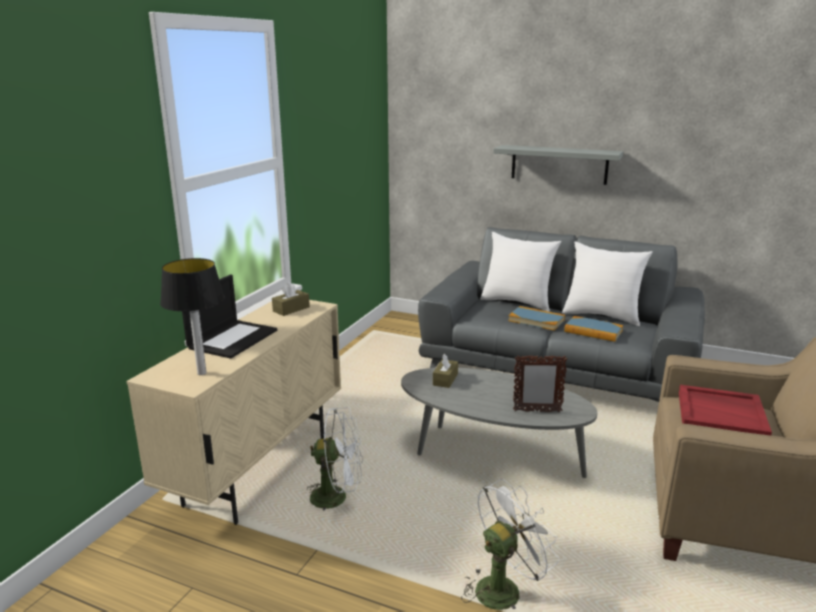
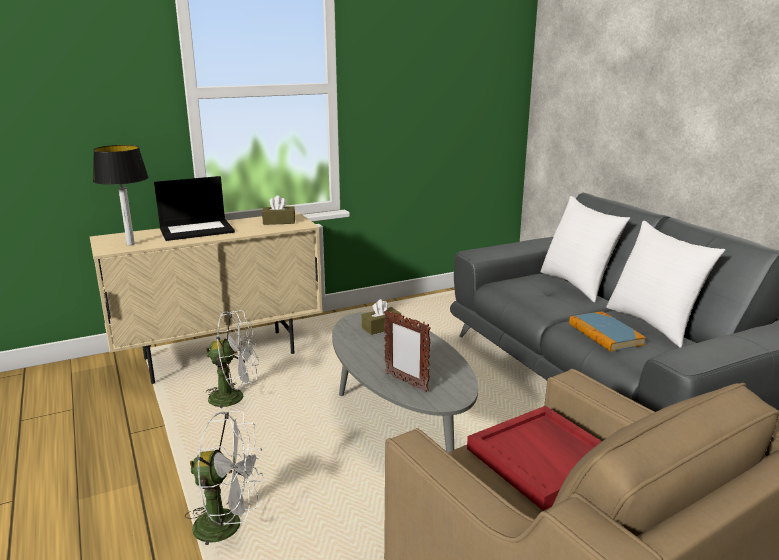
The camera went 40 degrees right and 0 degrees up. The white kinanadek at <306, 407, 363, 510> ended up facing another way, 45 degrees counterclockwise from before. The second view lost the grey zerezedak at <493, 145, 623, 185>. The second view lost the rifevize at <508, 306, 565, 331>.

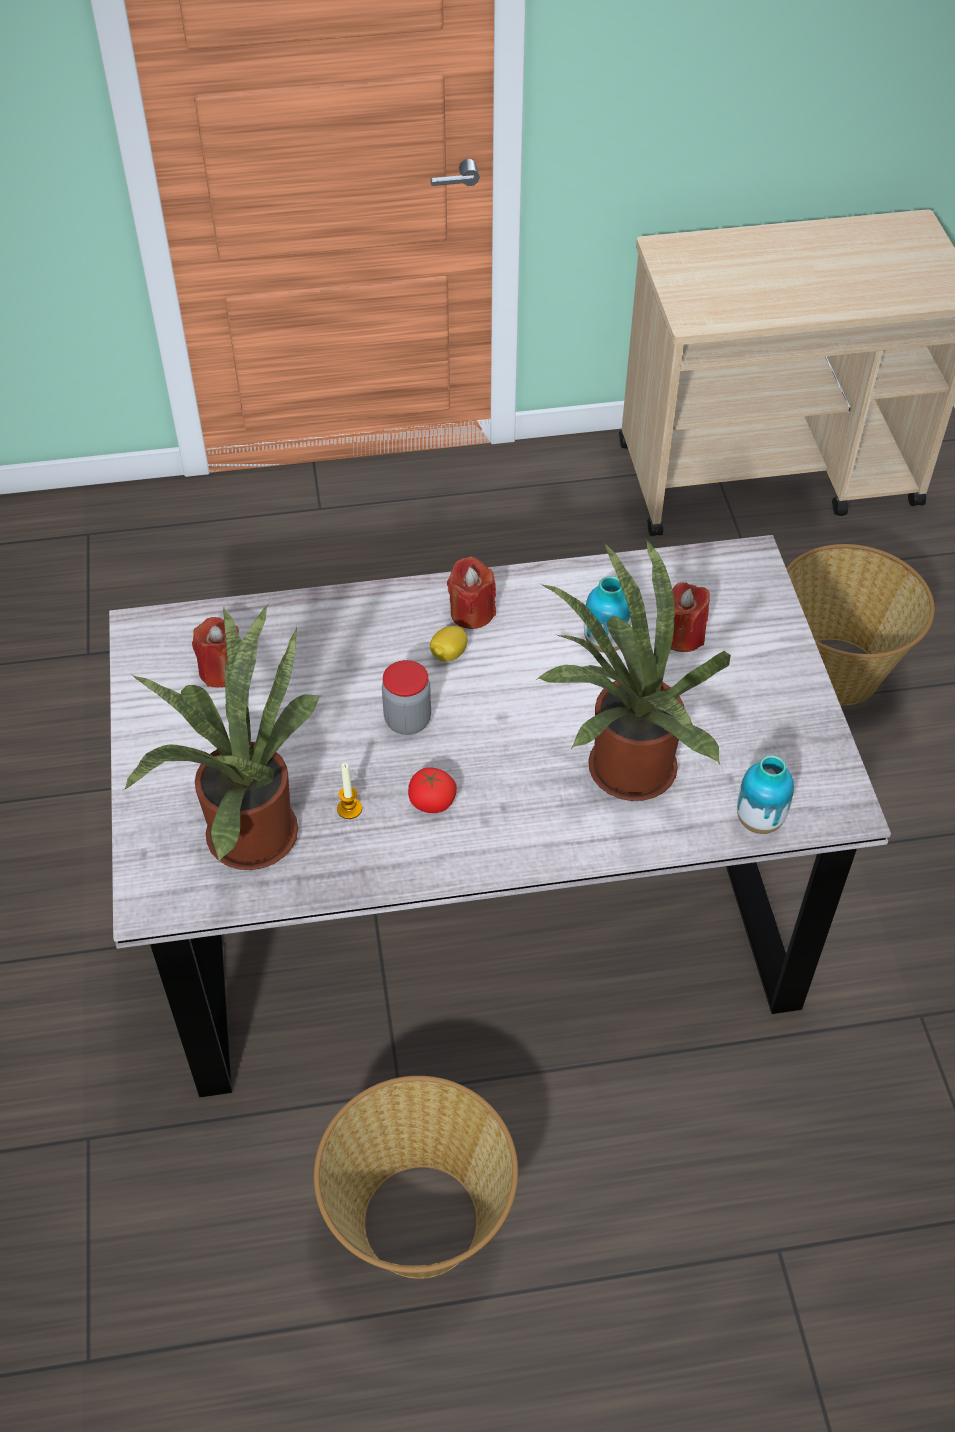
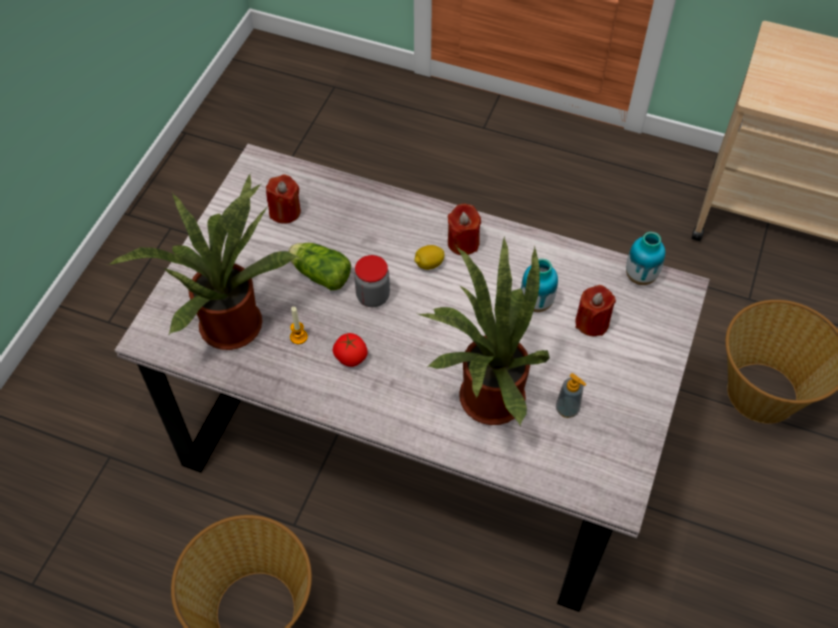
The camera went 30 degrees right and 5 degrees up. The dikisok ended up elsewhere, having gone from <737, 755, 794, 834> to <626, 232, 665, 285>. The second view gained the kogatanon at <288, 243, 351, 290>. The second view gained the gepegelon at <556, 373, 587, 418>.

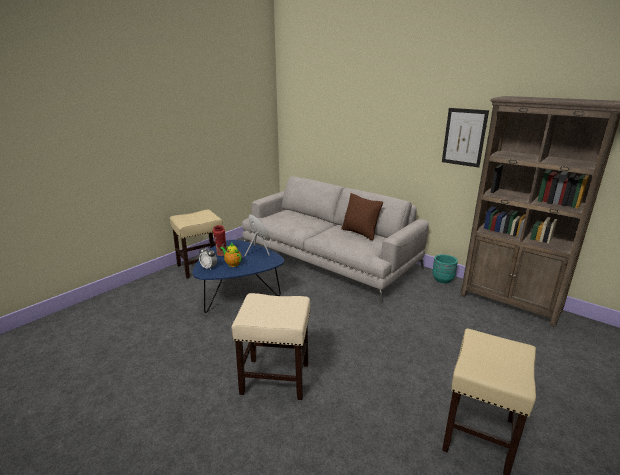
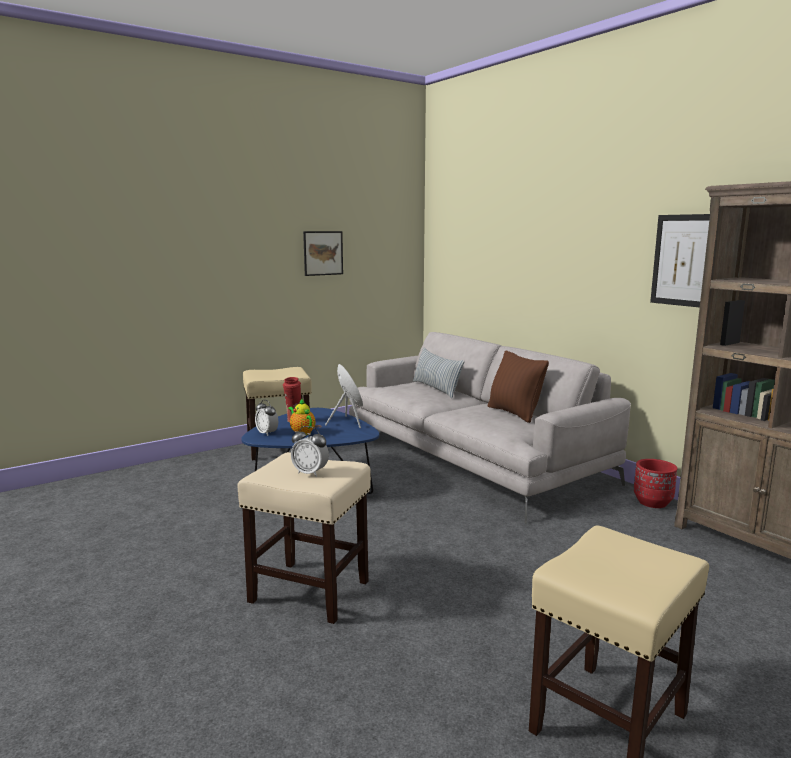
The camera went 15 degrees right and 10 degrees down. What was the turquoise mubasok at <432, 254, 458, 284> turned into the red mubasok at <634, 459, 677, 508>. The second view gained the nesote at <291, 426, 329, 477>. The second view gained the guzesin at <303, 231, 343, 276>. The second view gained the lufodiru at <413, 347, 465, 398>.

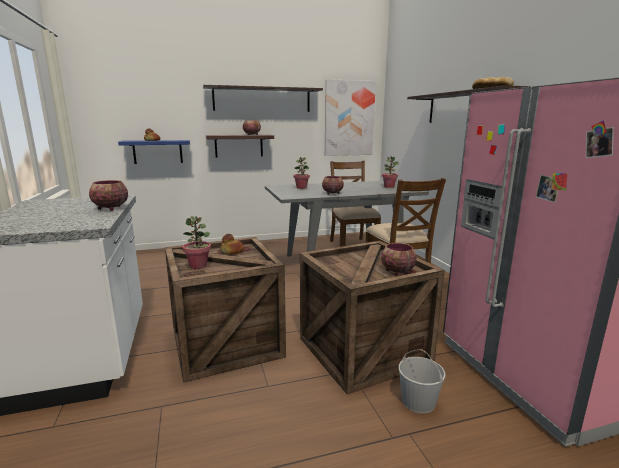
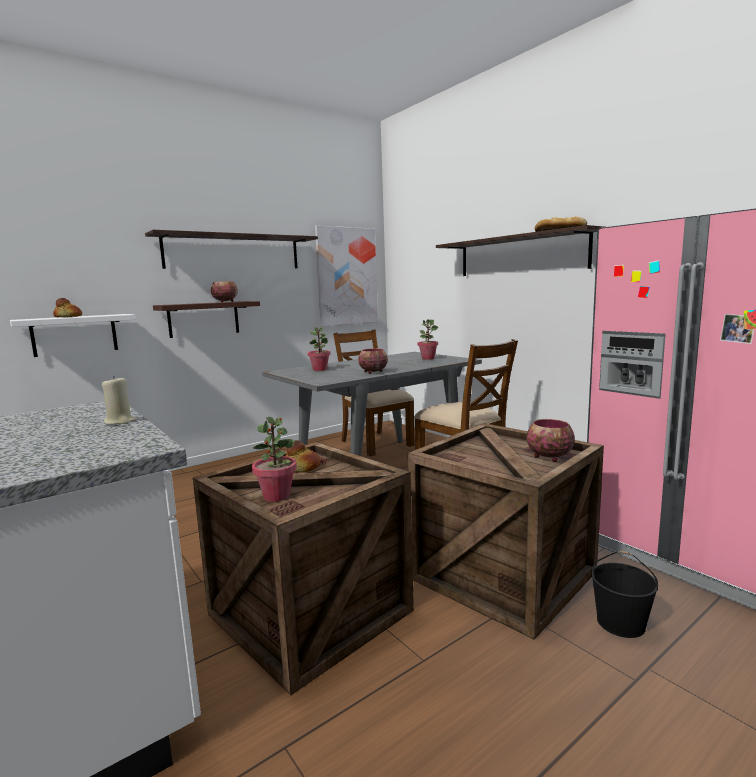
The camera went 20 degrees left and 5 degrees down. Where the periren stood at <89, 180, 128, 211>, the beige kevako came to stand at <102, 376, 137, 424>. What was the blue zerezedak at <118, 140, 190, 164> turned into the white zerezedak at <10, 314, 136, 357>. What was the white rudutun at <398, 349, 446, 413> turned into the black rudutun at <591, 551, 658, 638>.

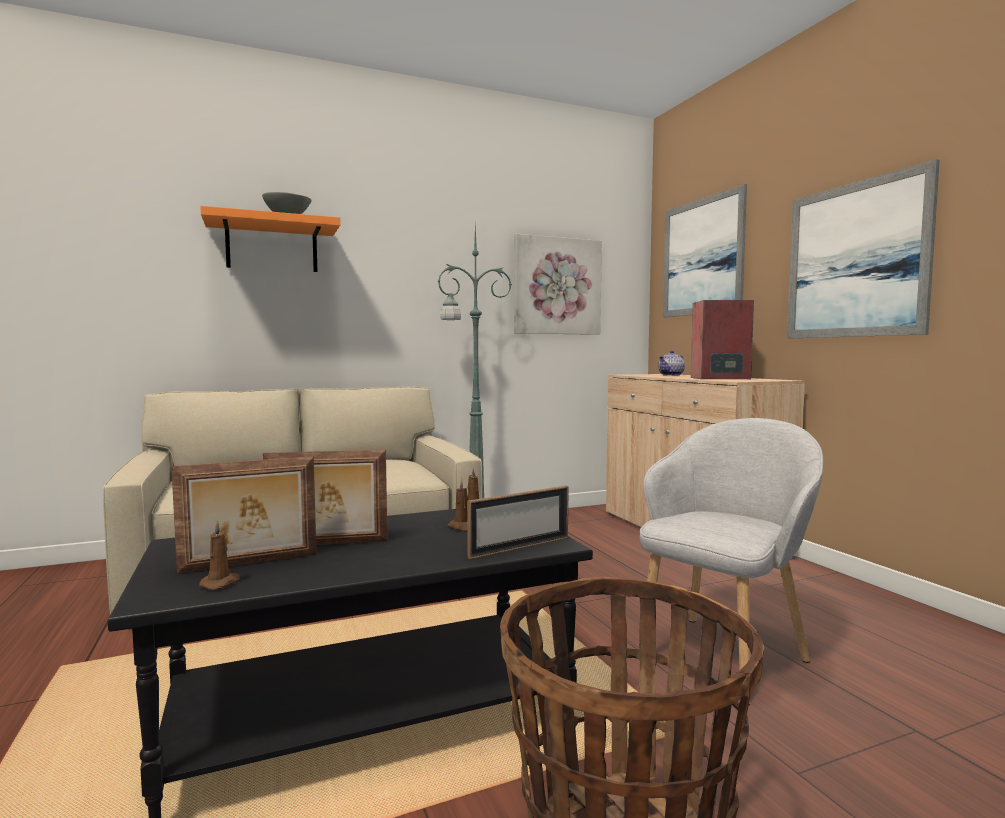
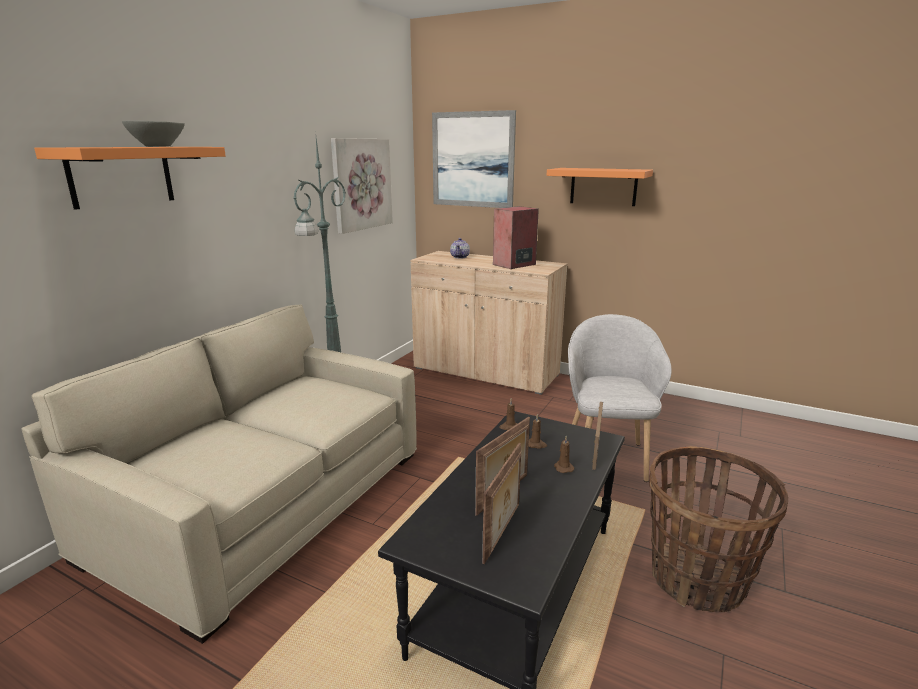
The camera went 40 degrees left and 15 degrees up. The brown kevako ended up elsewhere, having gone from <199, 520, 241, 590> to <554, 436, 574, 473>. Where the guzesin hung at <787, 159, 940, 339>, the orange zerezedak came to hang at <547, 168, 653, 206>.

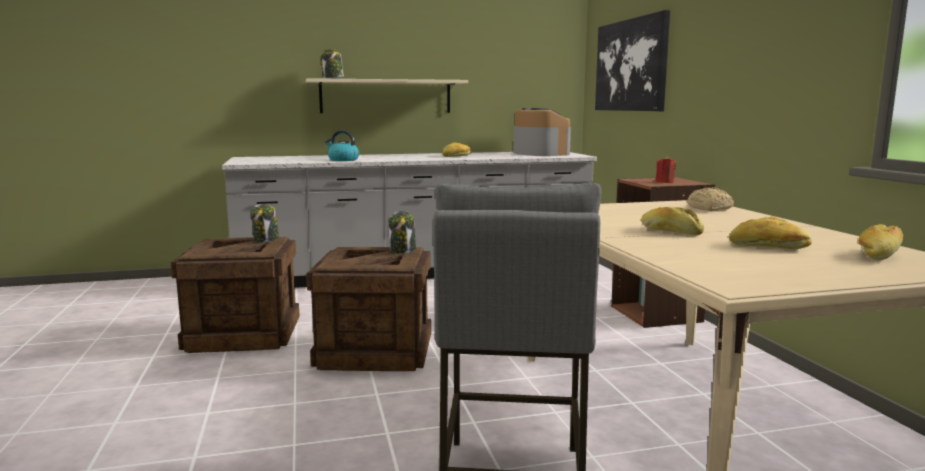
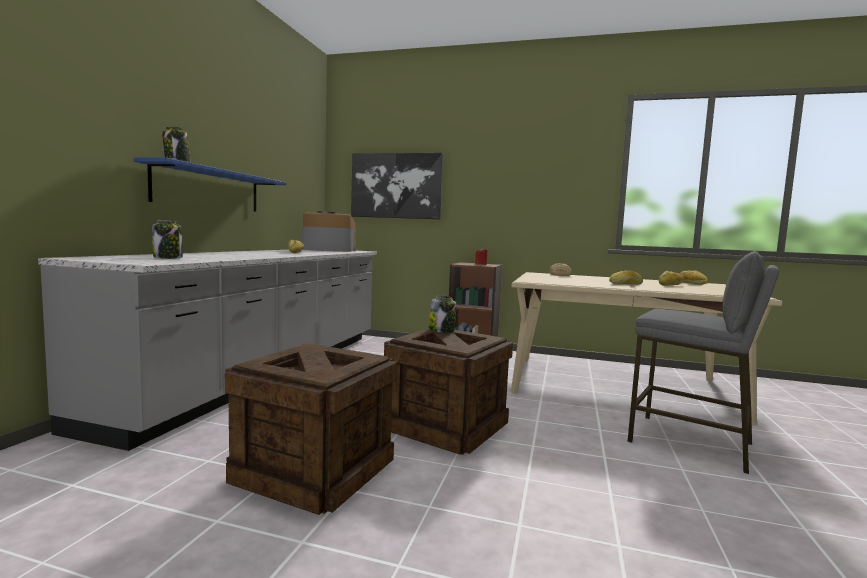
The camera went 60 degrees left and 5 degrees down. The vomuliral ended up elsewhere, having gone from <251, 203, 279, 243> to <152, 220, 183, 259>. What was the beige zerezedak at <306, 78, 468, 113> turned into the blue zerezedak at <134, 157, 286, 212>. The second view lost the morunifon at <325, 130, 359, 161>.

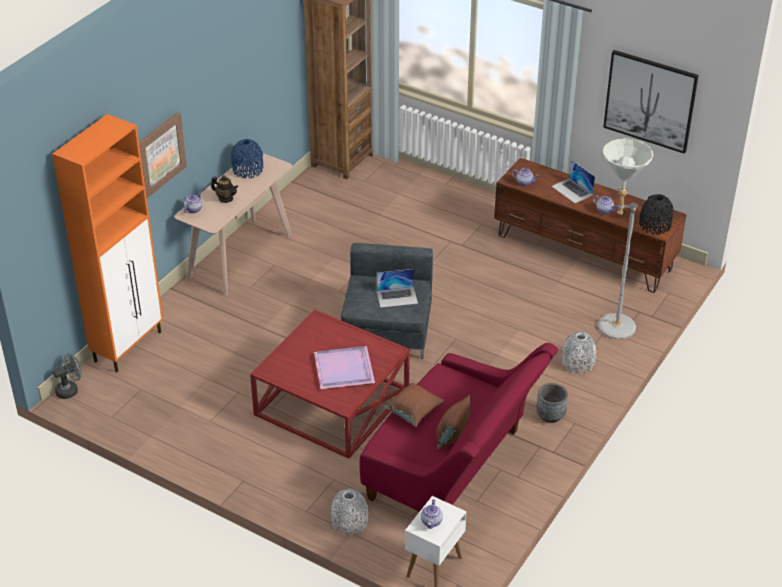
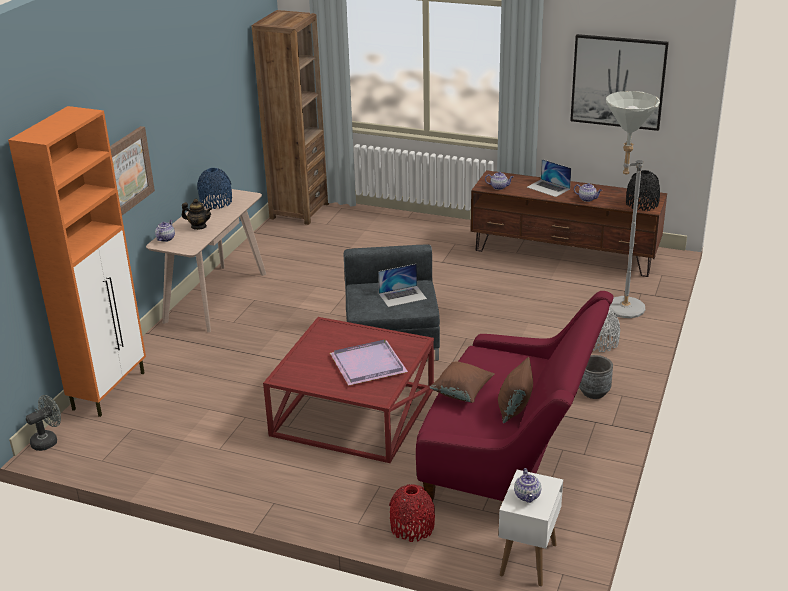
The camera went 10 degrees left and 10 degrees down. What was the grey dikisok at <331, 488, 368, 536> turned into the red dikisok at <389, 484, 435, 542>.

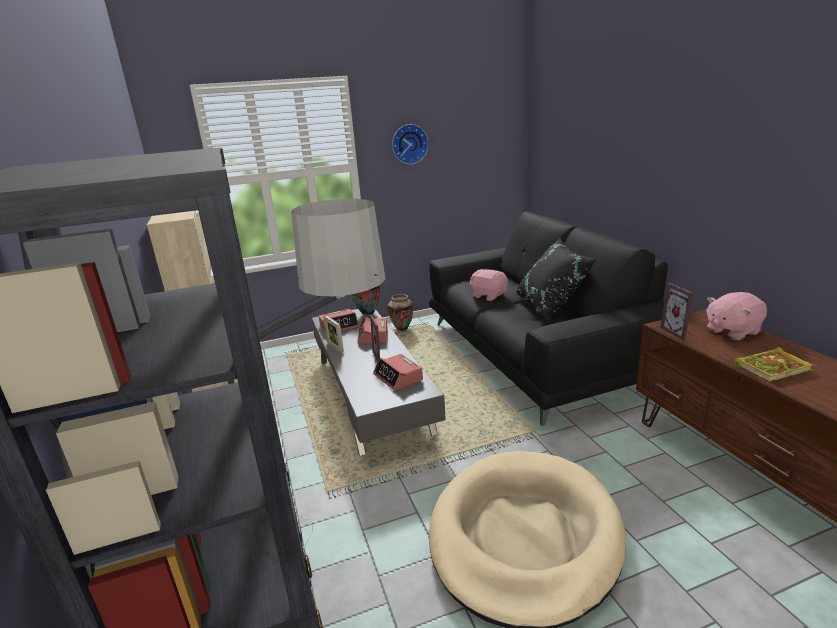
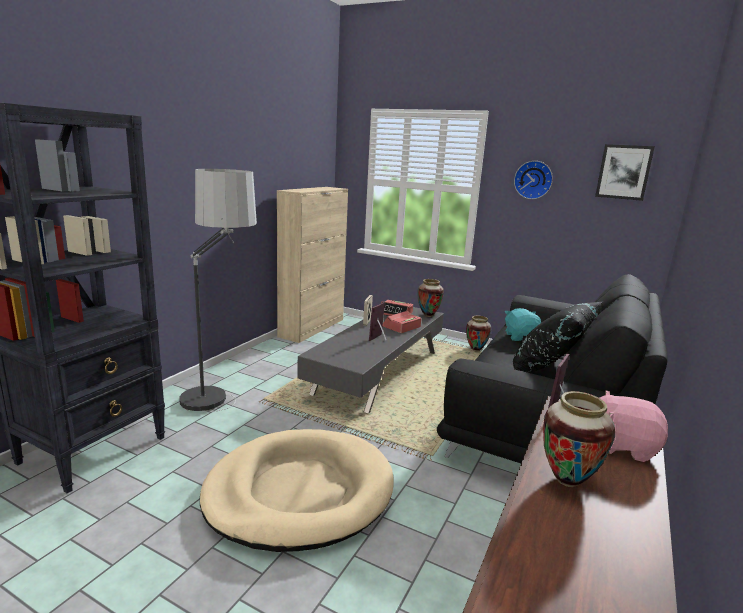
The camera went 45 degrees right and 5 degrees down. The second view lost the nesote at <373, 354, 423, 391>. What was the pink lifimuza at <470, 269, 508, 301> turned into the turquoise lifimuza at <505, 308, 541, 341>. Where the rifevize stood at <734, 347, 814, 382>, the dikisok came to stand at <543, 391, 615, 487>. The second view gained the guzesin at <595, 144, 655, 201>.

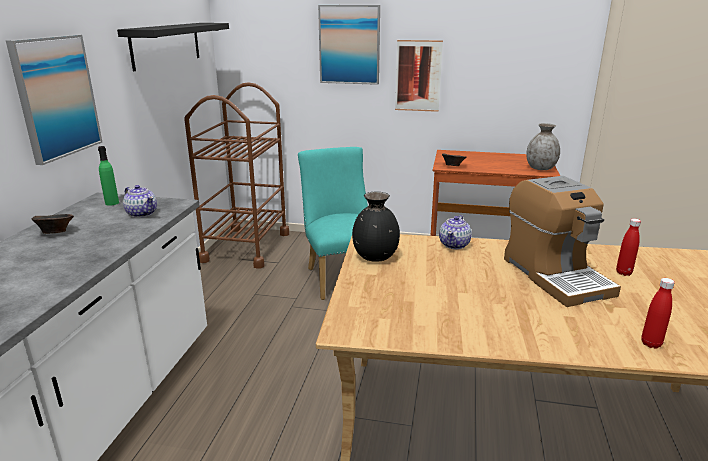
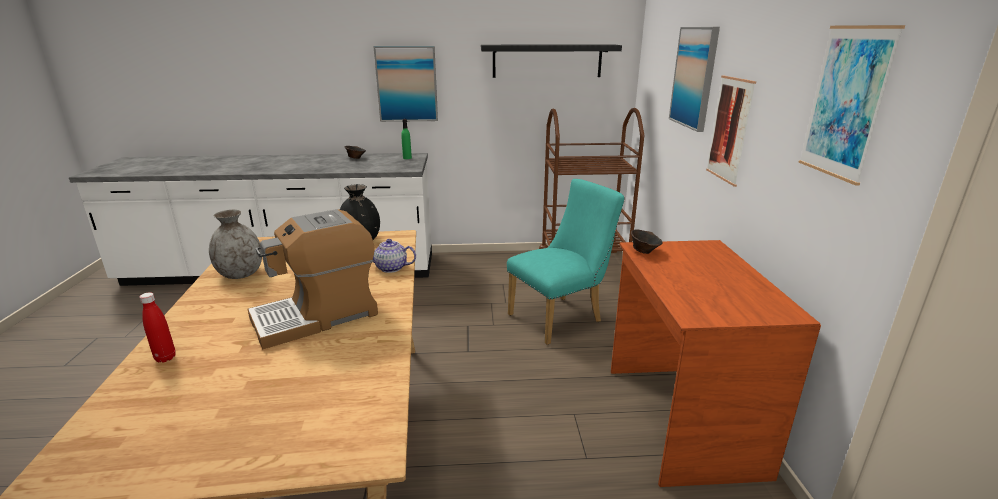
The camera went 75 degrees right and 0 degrees up. The second view lost the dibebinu at <123, 185, 157, 218>. The grey dikisok ended up elsewhere, having gone from <526, 123, 560, 170> to <209, 209, 262, 279>. The second view lost the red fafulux at <616, 218, 641, 276>. The second view gained the guzesin at <798, 25, 905, 186>.

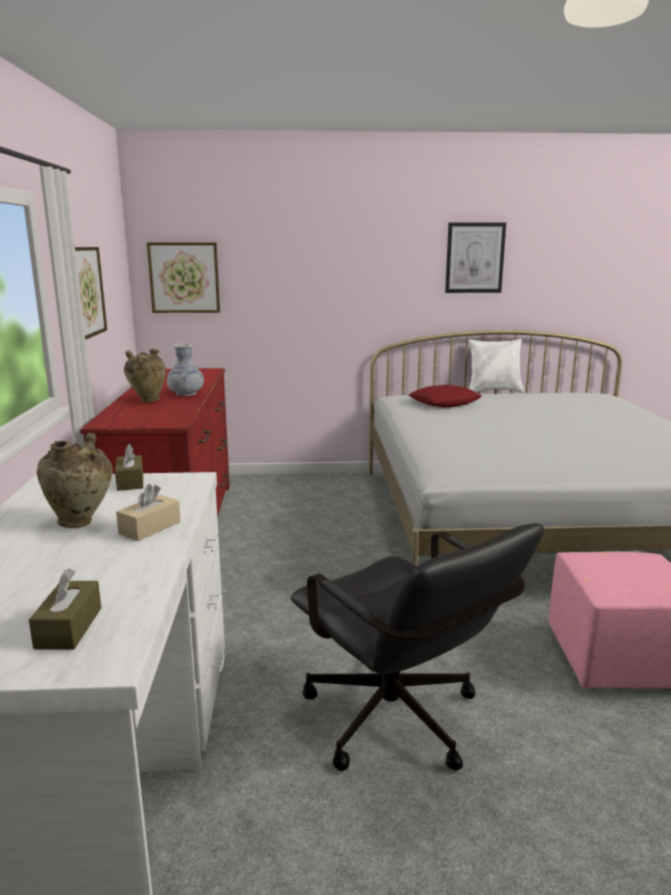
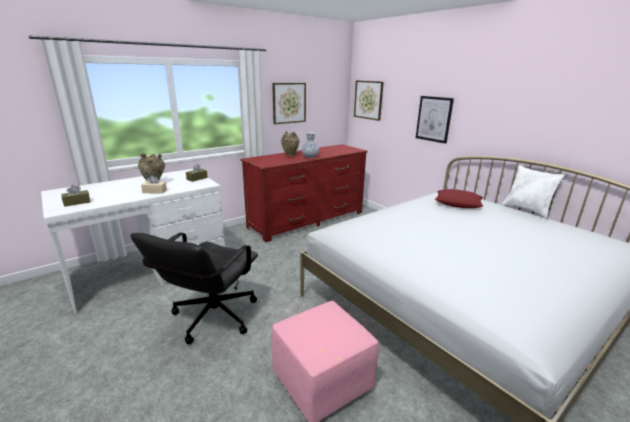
The camera went 55 degrees right and 5 degrees up. The guzesin ended up elsewhere, having gone from <445, 223, 506, 293> to <416, 96, 454, 144>.

